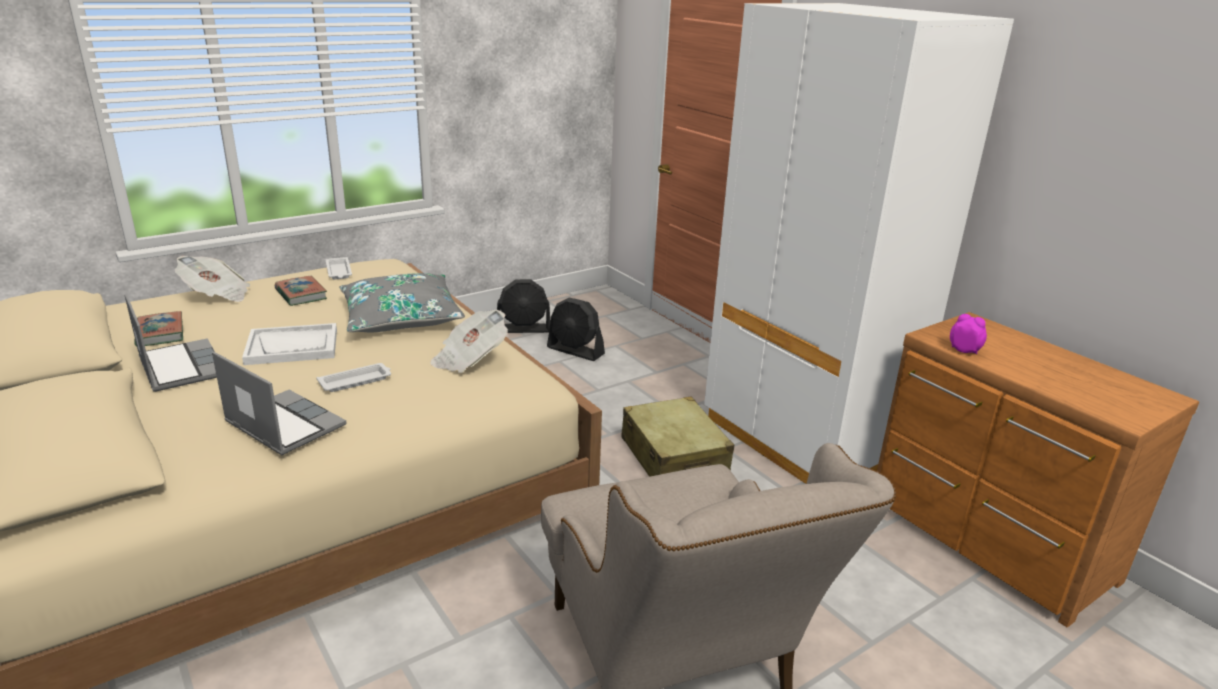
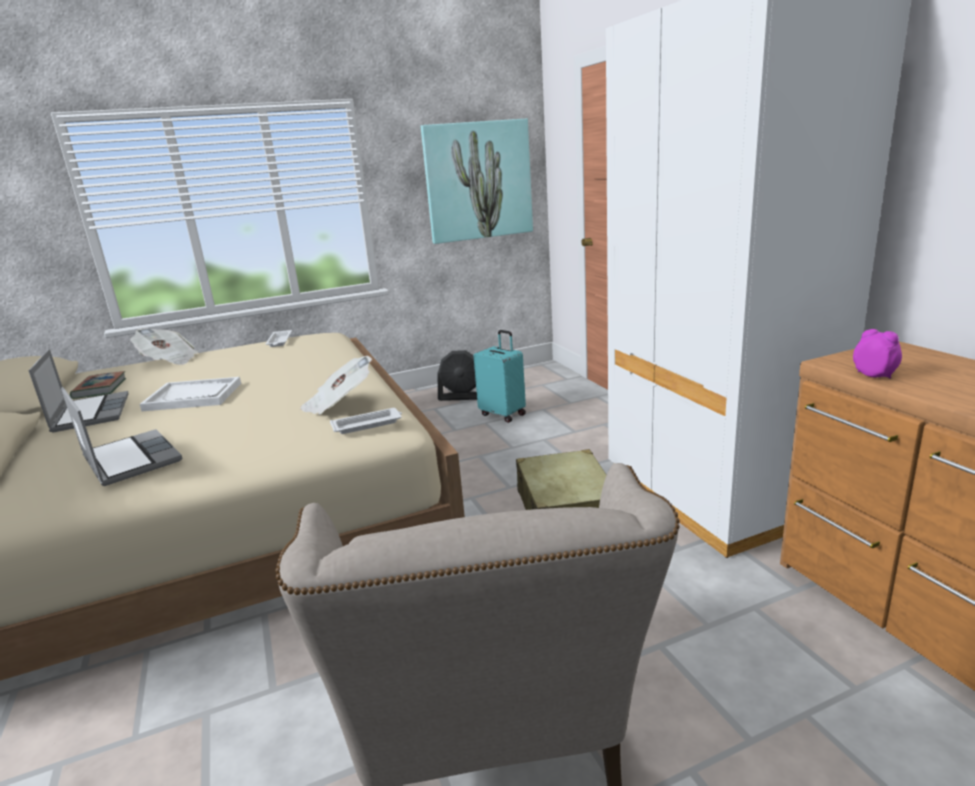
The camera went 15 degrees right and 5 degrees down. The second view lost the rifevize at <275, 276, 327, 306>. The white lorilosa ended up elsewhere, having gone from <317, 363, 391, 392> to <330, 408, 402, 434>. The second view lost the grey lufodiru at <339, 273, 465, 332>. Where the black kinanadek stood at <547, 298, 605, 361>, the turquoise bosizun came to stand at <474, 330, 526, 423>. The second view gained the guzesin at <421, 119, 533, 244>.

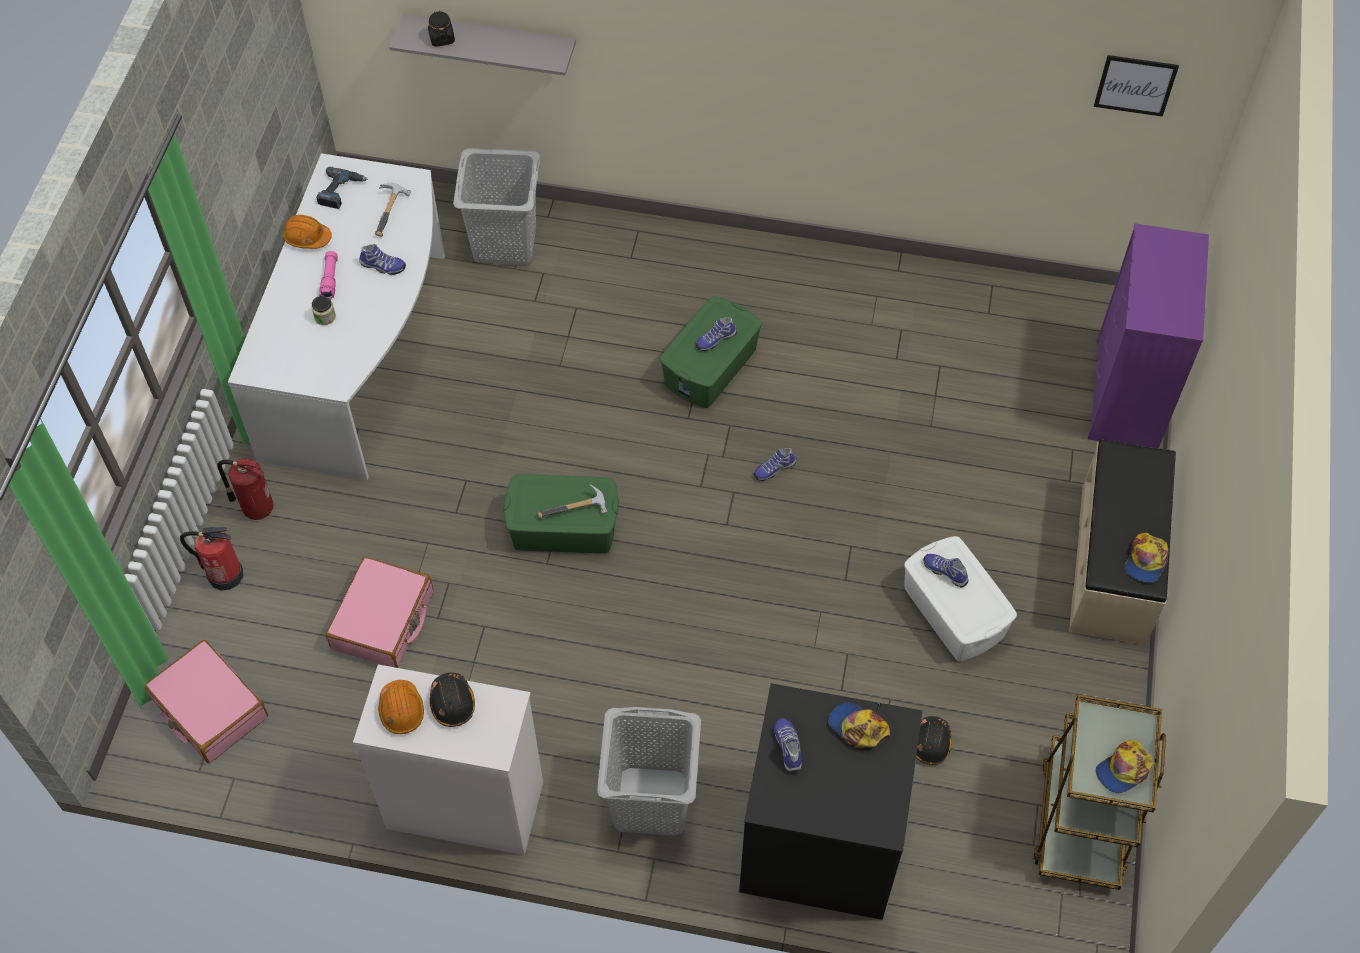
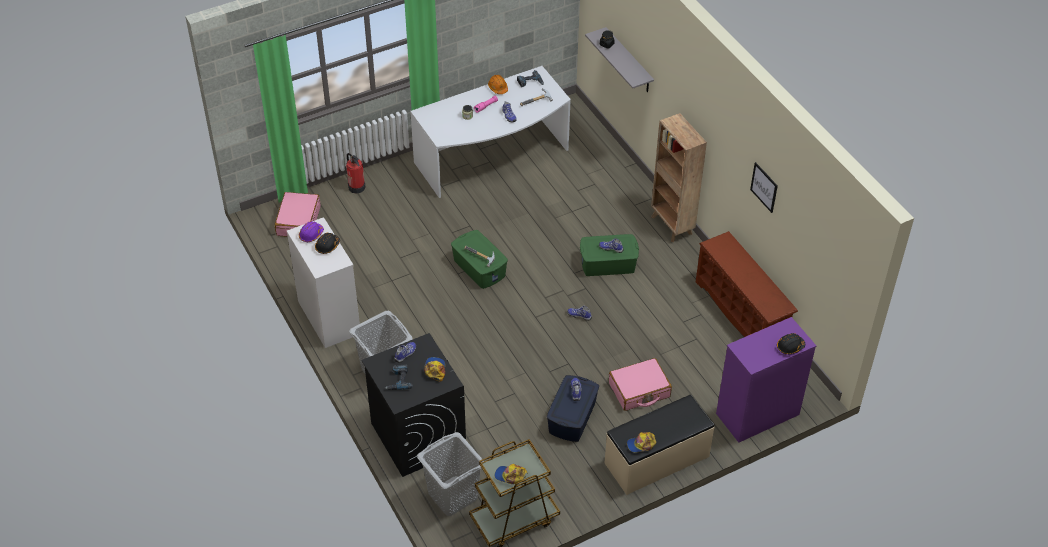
The camera went 50 degrees right and 10 degrees down. The second view lost the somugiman at <217, 458, 273, 520>. The pink bosizun ended up elsewhere, having gone from <326, 557, 433, 668> to <609, 358, 672, 411>. What was the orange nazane at <378, 680, 424, 734> turned into the purple nazane at <299, 221, 324, 242>. The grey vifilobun ended up elsewhere, having gone from <453, 148, 540, 265> to <417, 432, 484, 516>. What was the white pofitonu at <904, 536, 1017, 661> turned into the blue pofitonu at <547, 375, 599, 442>. The black nazane ended up elsewhere, having gone from <916, 716, 952, 765> to <777, 333, 805, 354>. The guzesin ended up elsewhere, having gone from <1094, 55, 1179, 117> to <750, 162, 778, 213>. The second view gained the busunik at <385, 365, 413, 390>. The second view gained the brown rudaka at <651, 113, 707, 242>. The second view gained the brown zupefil at <696, 231, 798, 337>.

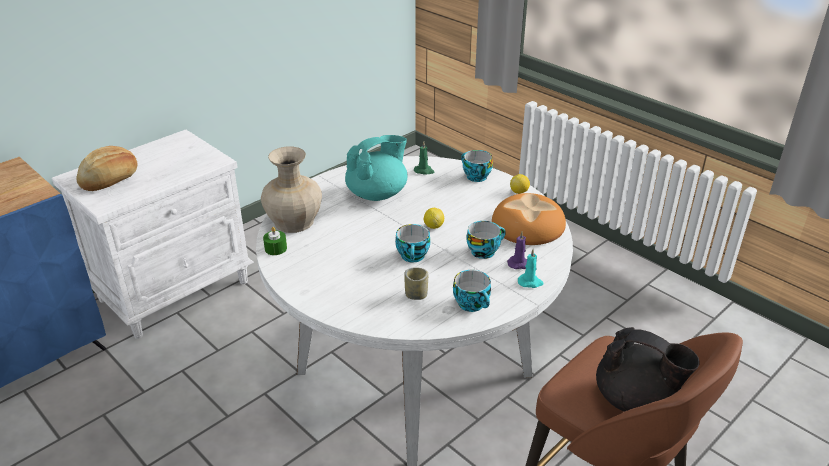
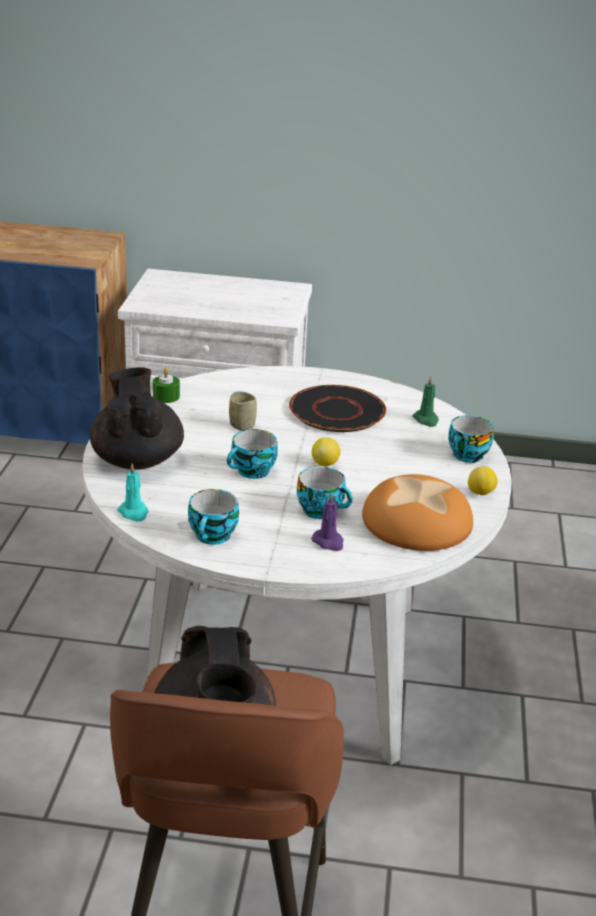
The camera went 50 degrees right and 5 degrees down. The second view lost the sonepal at <76, 146, 137, 191>. The second view lost the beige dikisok at <261, 147, 322, 233>. Where the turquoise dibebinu stood at <345, 135, 407, 201>, the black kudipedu came to stand at <289, 385, 386, 432>. The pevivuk ended up elsewhere, having gone from <404, 268, 428, 300> to <229, 391, 257, 431>. The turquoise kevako ended up elsewhere, having gone from <518, 249, 544, 288> to <117, 463, 148, 522>. The second view gained the black dibebinu at <90, 367, 184, 470>.

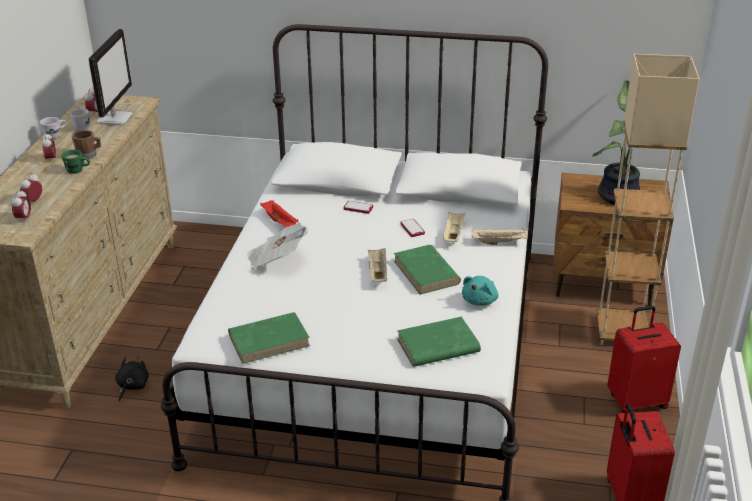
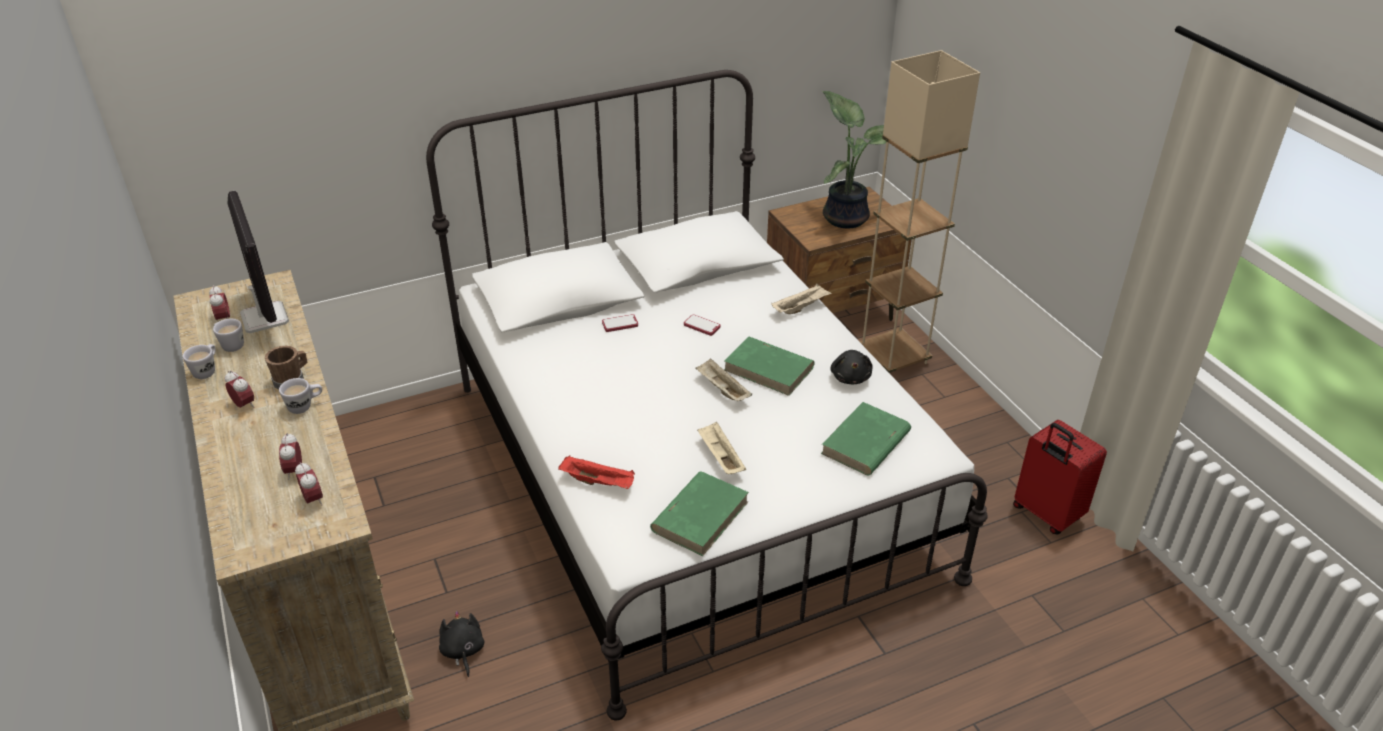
The camera went 35 degrees left and 5 degrees up. What was the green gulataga at <61, 150, 90, 174> turned into the white gulataga at <279, 378, 322, 414>. The second view lost the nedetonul at <247, 223, 307, 269>. The red lorilosa ended up elsewhere, having gone from <260, 200, 298, 227> to <558, 456, 635, 489>. The beige lorilosa ended up elsewhere, having gone from <443, 212, 466, 242> to <697, 422, 746, 474>. What was the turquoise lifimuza at <462, 276, 499, 306> turned into the black lifimuza at <830, 350, 873, 384>. The second view lost the red bosizun at <607, 306, 681, 413>.

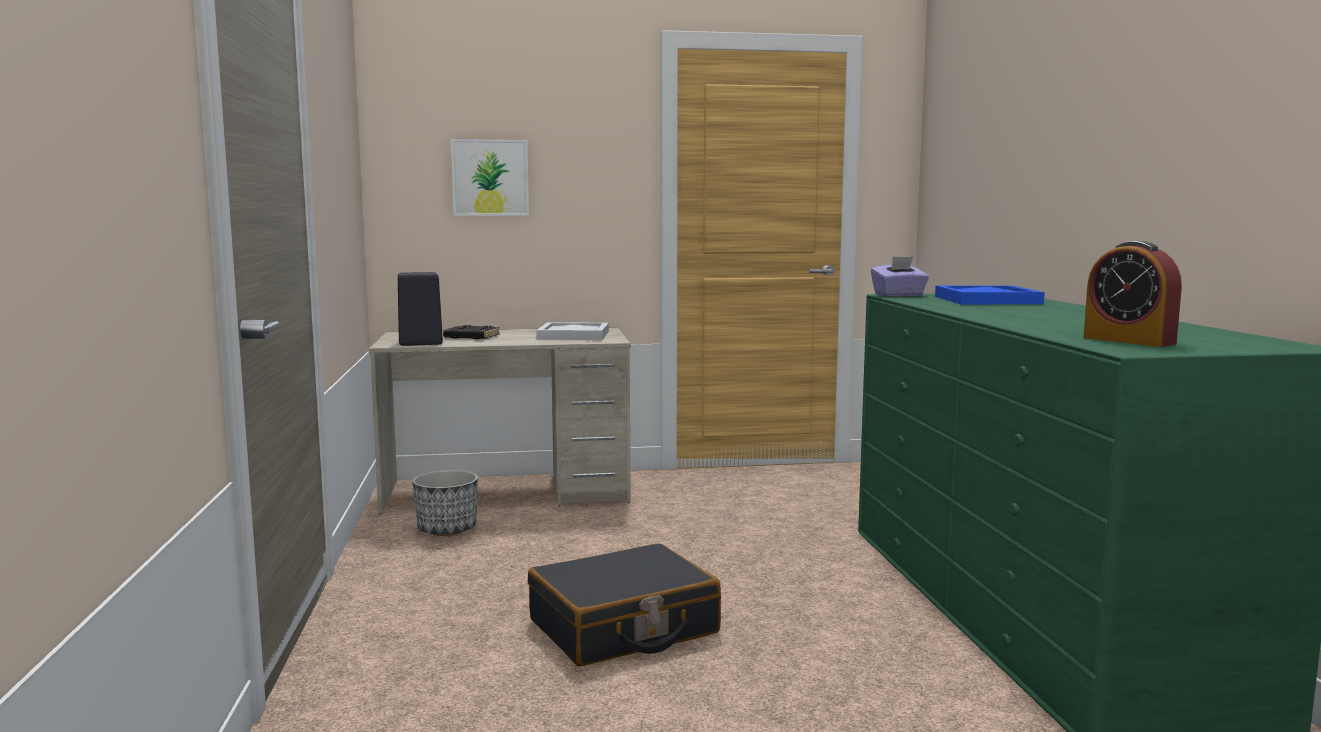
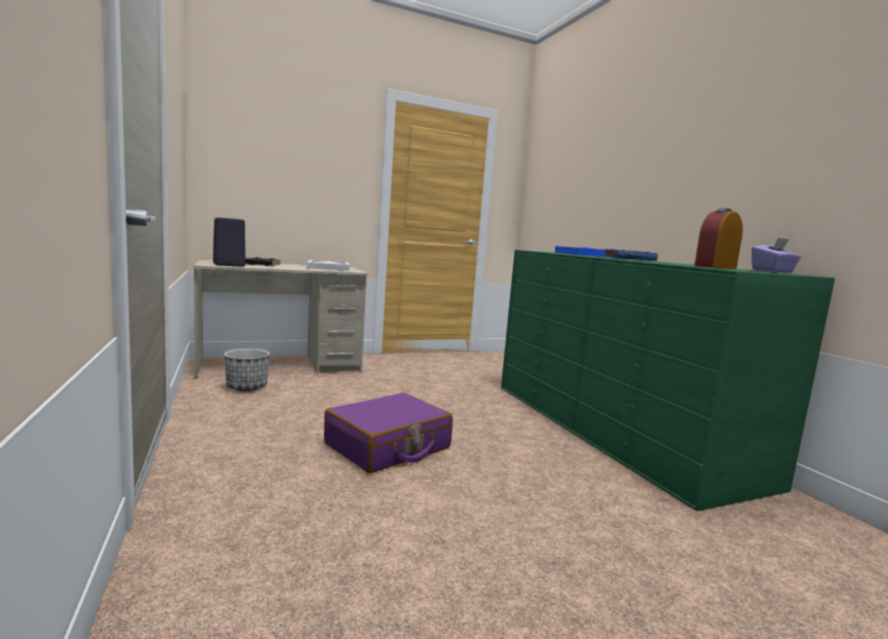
The camera went 15 degrees left and 0 degrees up. The second view lost the guzesin at <451, 139, 529, 216>. What was the black bosizun at <528, 543, 721, 666> turned into the purple bosizun at <324, 393, 453, 473>. The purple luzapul ended up elsewhere, having gone from <871, 257, 929, 297> to <751, 237, 801, 273>. The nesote at <1083, 241, 1182, 347> ended up facing another way, 105 degrees clockwise from before. The second view gained the blue rifevize at <603, 249, 658, 261>.

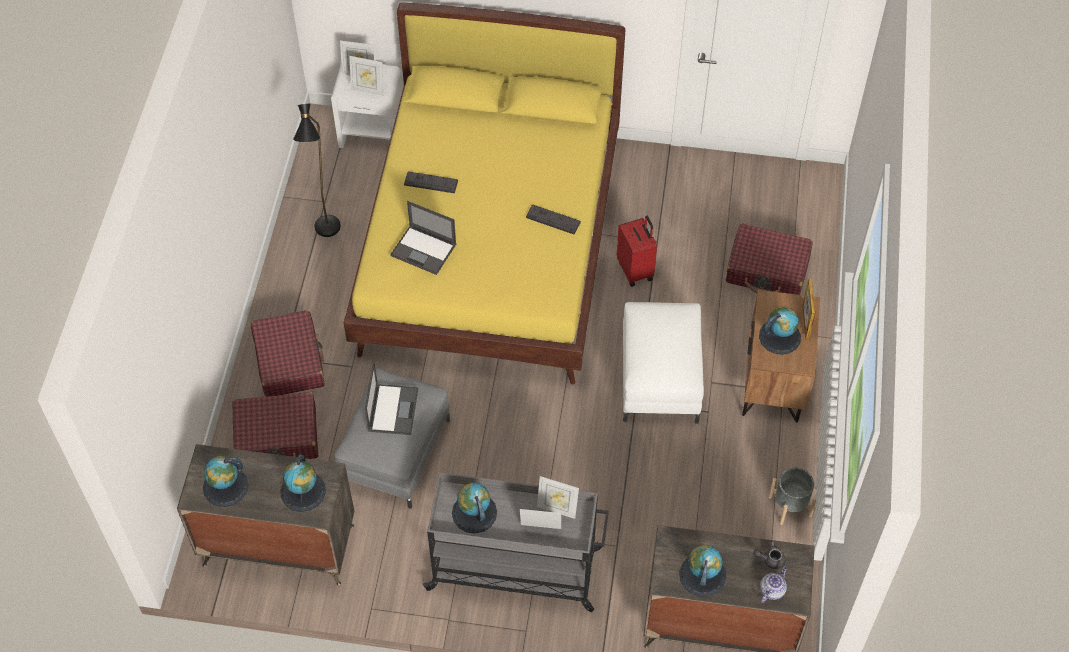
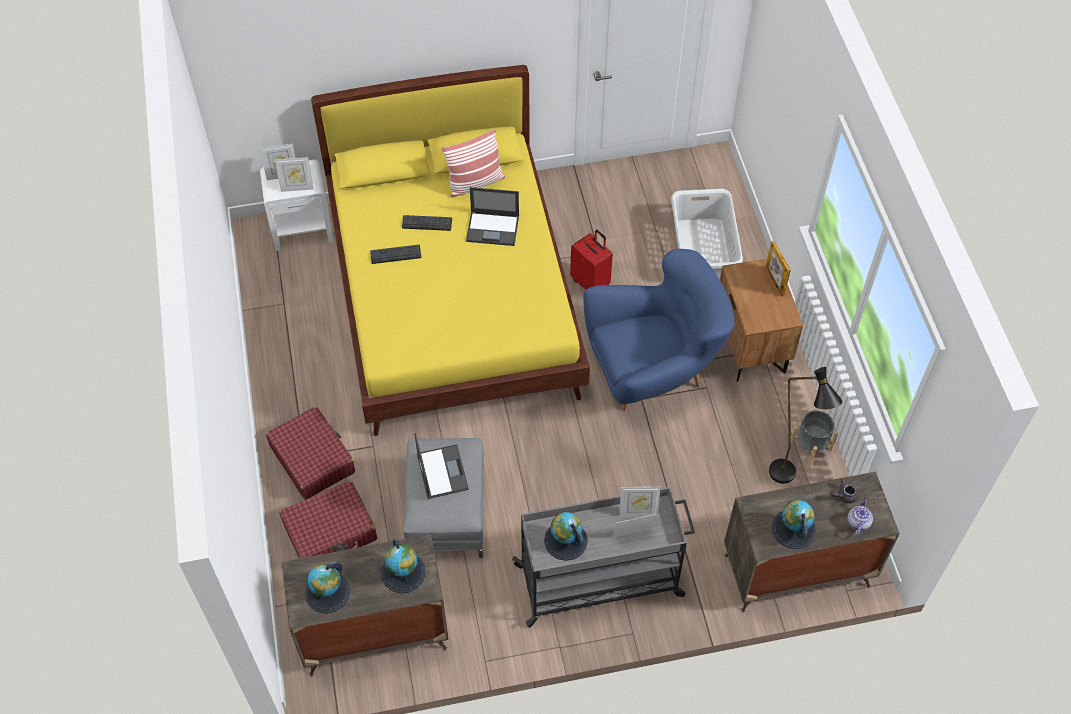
The camera went 20 degrees left and 0 degrees up. The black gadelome ended up elsewhere, having gone from <293, 103, 341, 237> to <769, 367, 843, 484>. The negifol ended up elsewhere, having gone from <390, 201, 456, 275> to <466, 187, 519, 246>. The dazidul ended up elsewhere, having gone from <526, 205, 581, 234> to <402, 215, 452, 231>. Where the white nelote stood at <623, 302, 704, 424>, the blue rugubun came to stand at <583, 249, 735, 411>. Where the red bosizun stood at <726, 224, 813, 295>, the grey vifilobun came to stand at <671, 189, 743, 280>. The second view lost the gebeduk at <759, 307, 801, 355>. The second view gained the lufodiru at <441, 129, 505, 198>.

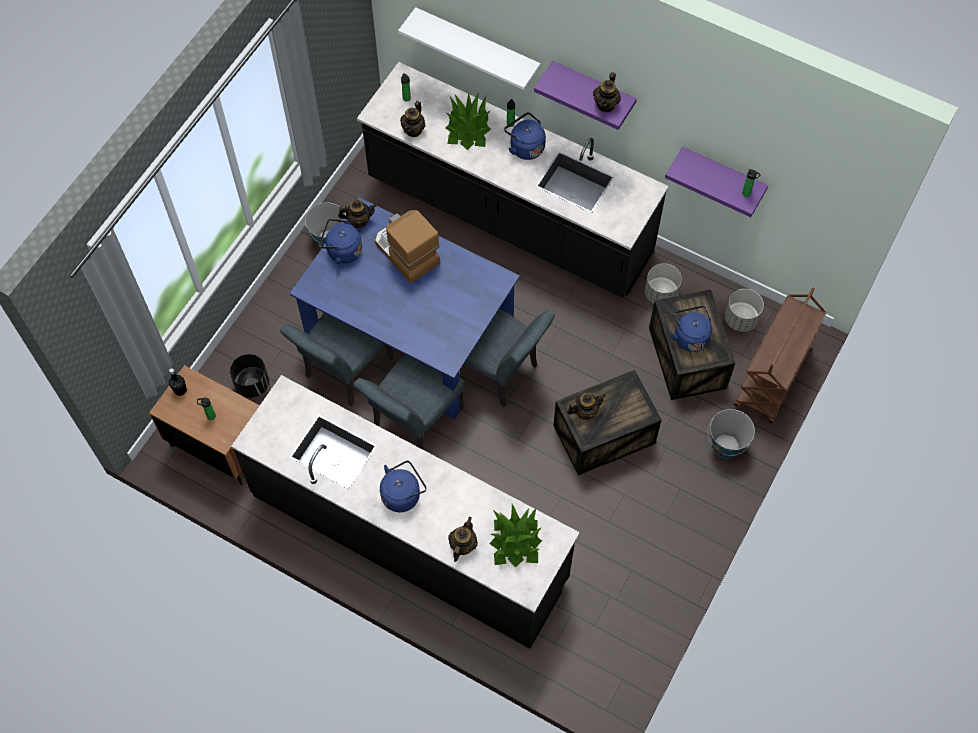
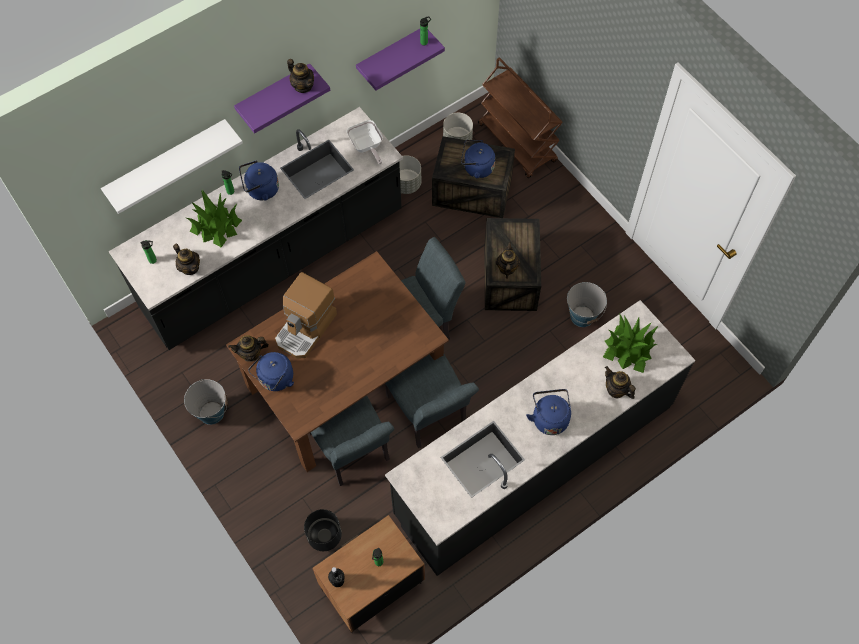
The camera went 65 degrees left and 0 degrees up. What was the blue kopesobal at <289, 197, 520, 419> turned into the brown kopesobal at <226, 251, 449, 472>. The dibebinu at <338, 200, 376, 228> ended up facing another way, 120 degrees counterclockwise from before. The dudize at <375, 210, 440, 283> ended up facing another way, 45 degrees counterclockwise from before. The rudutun ended up elsewhere, having gone from <708, 409, 755, 458> to <567, 282, 607, 327>. The second view gained the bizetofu at <347, 120, 383, 164>.

